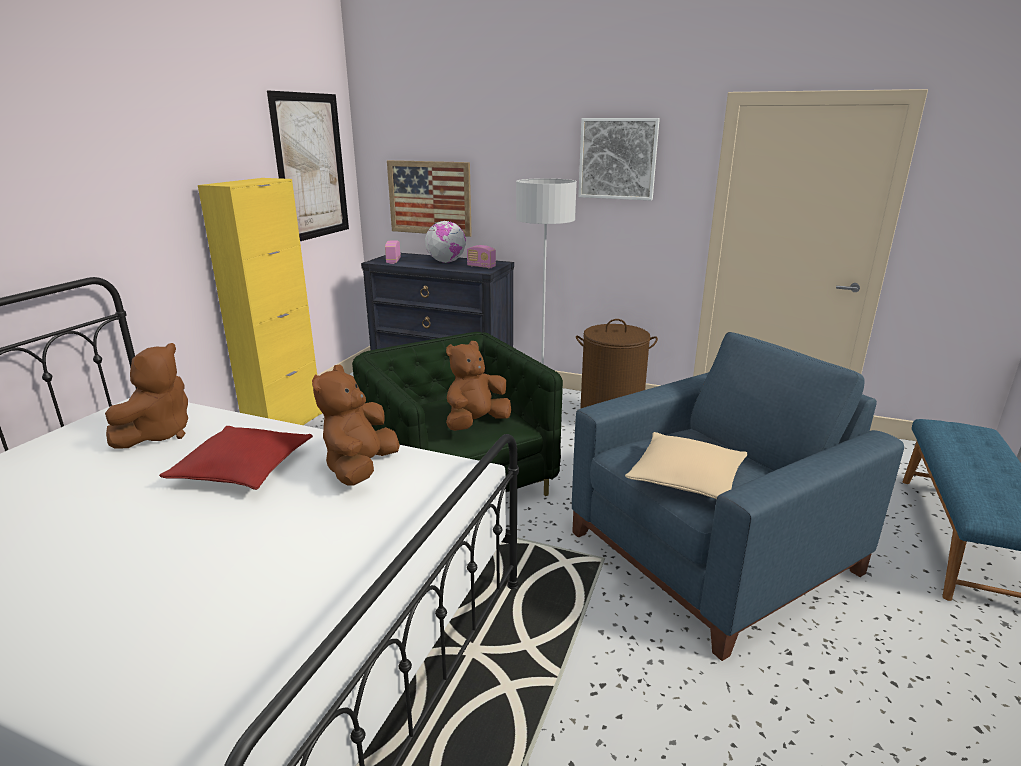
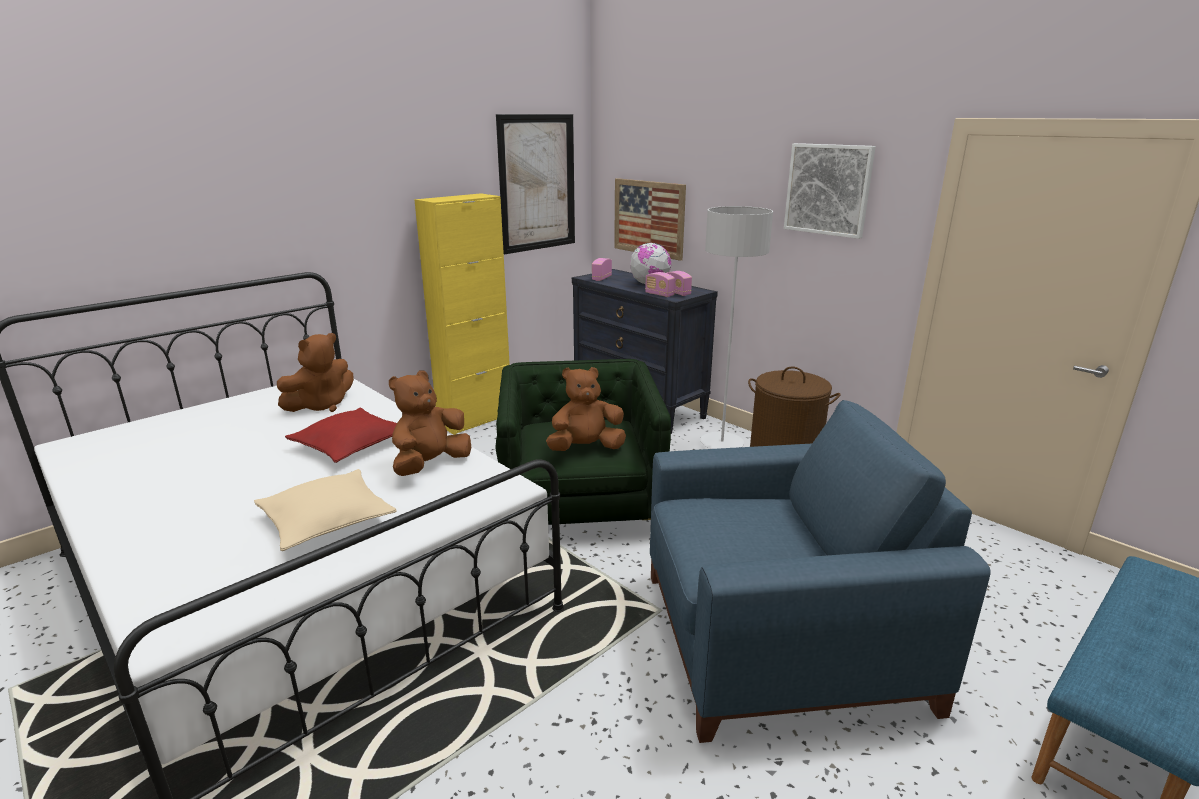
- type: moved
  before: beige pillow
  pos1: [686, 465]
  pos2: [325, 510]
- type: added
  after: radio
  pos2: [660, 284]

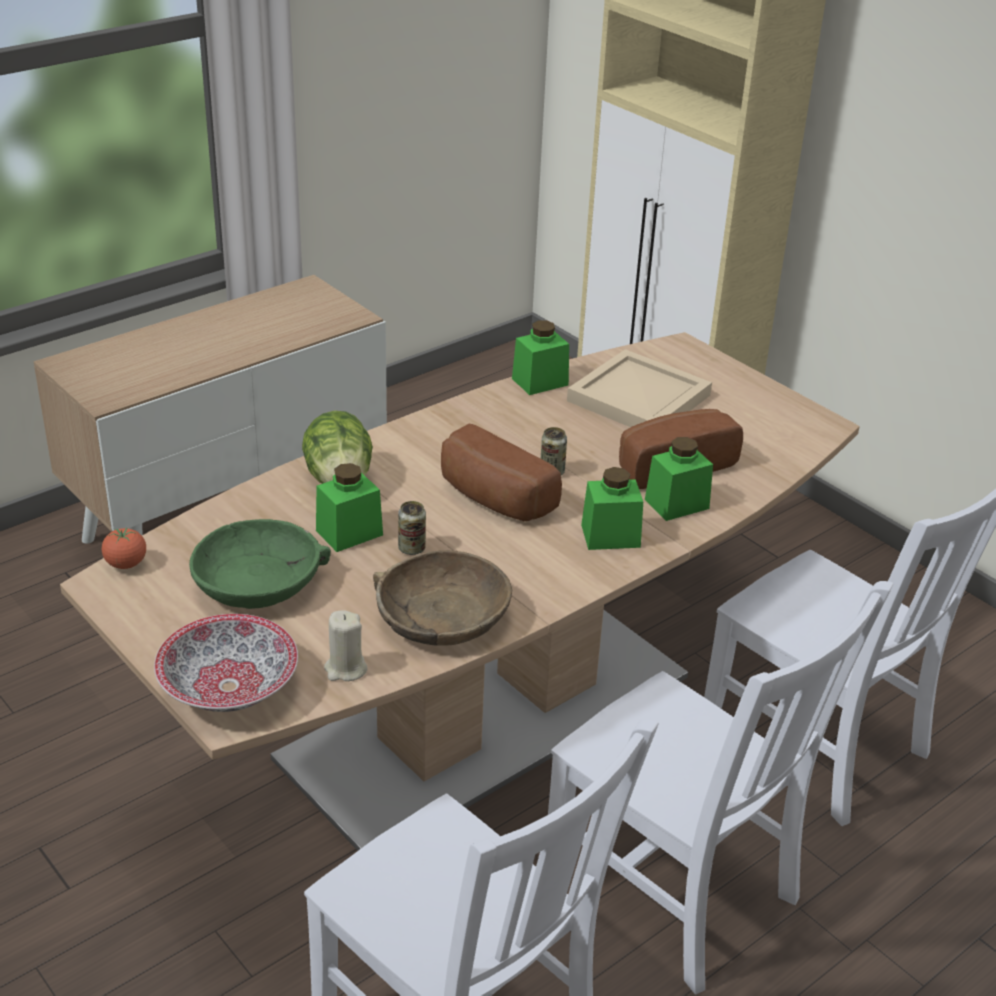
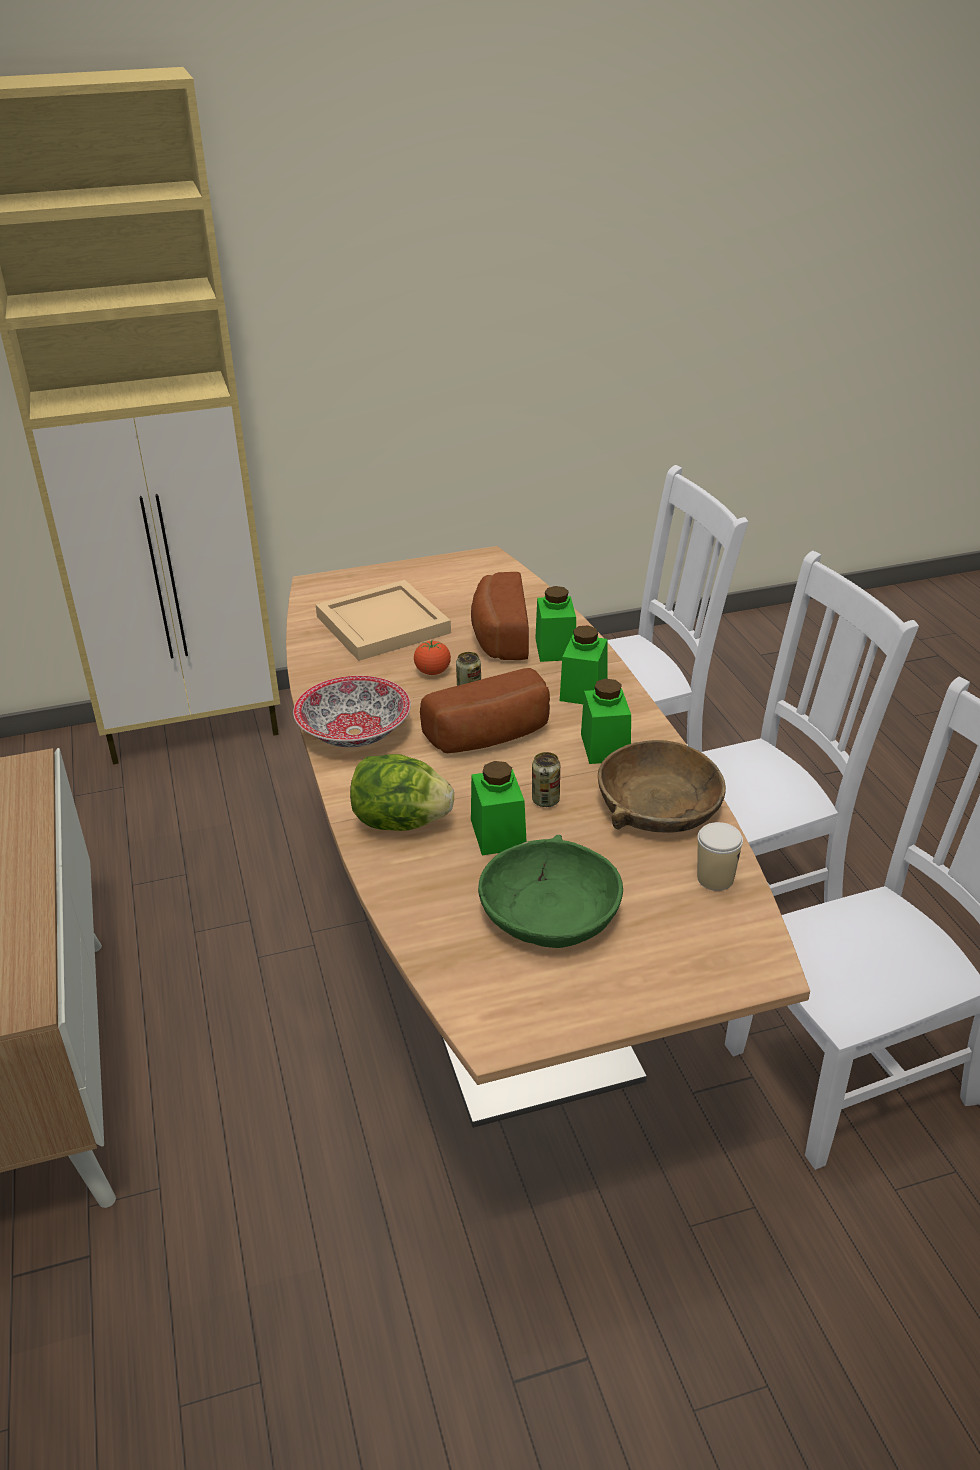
- type: moved
  before: bowl
  pos1: [226, 663]
  pos2: [352, 711]
- type: moved
  before: tomato
  pos1: [124, 548]
  pos2: [432, 657]
- type: moved
  before: green jar
  pos1: [540, 357]
  pos2: [606, 721]
- type: replaced
  before: beige candle
  after: cup
  pos1: [345, 645]
  pos2: [720, 856]

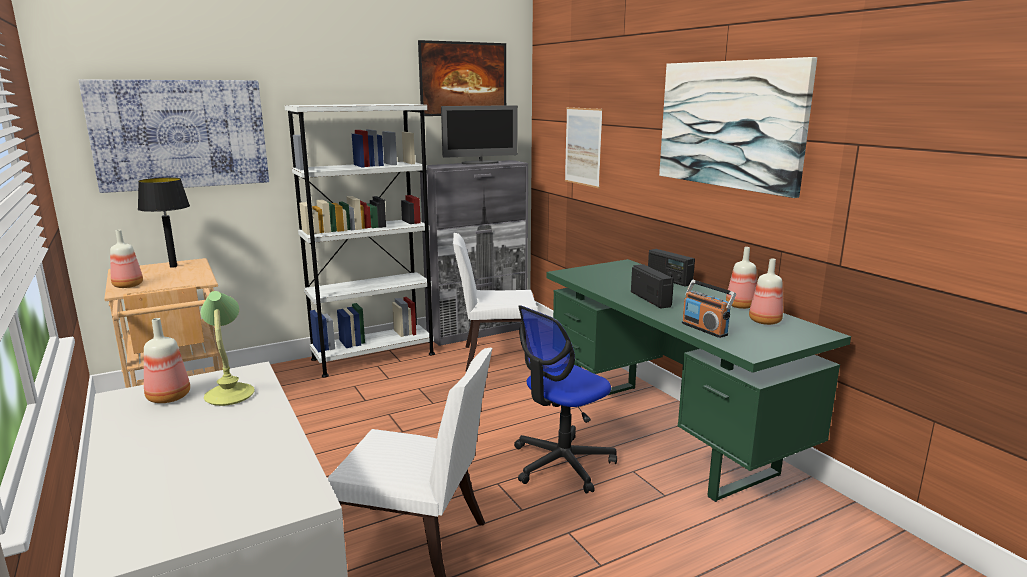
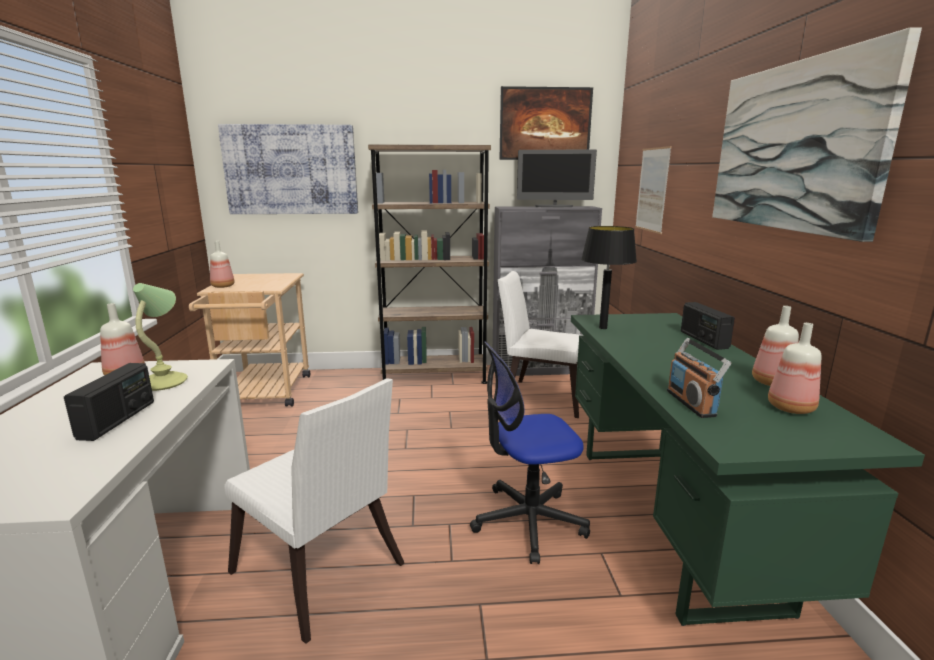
- type: moved
  before: radio
  pos1: [652, 286]
  pos2: [109, 402]
- type: recoloured
  before: white bookcase
  after: brown bookcase
  pos1: [359, 241]
  pos2: [429, 264]
- type: moved
  before: black table lamp
  pos1: [164, 222]
  pos2: [609, 277]

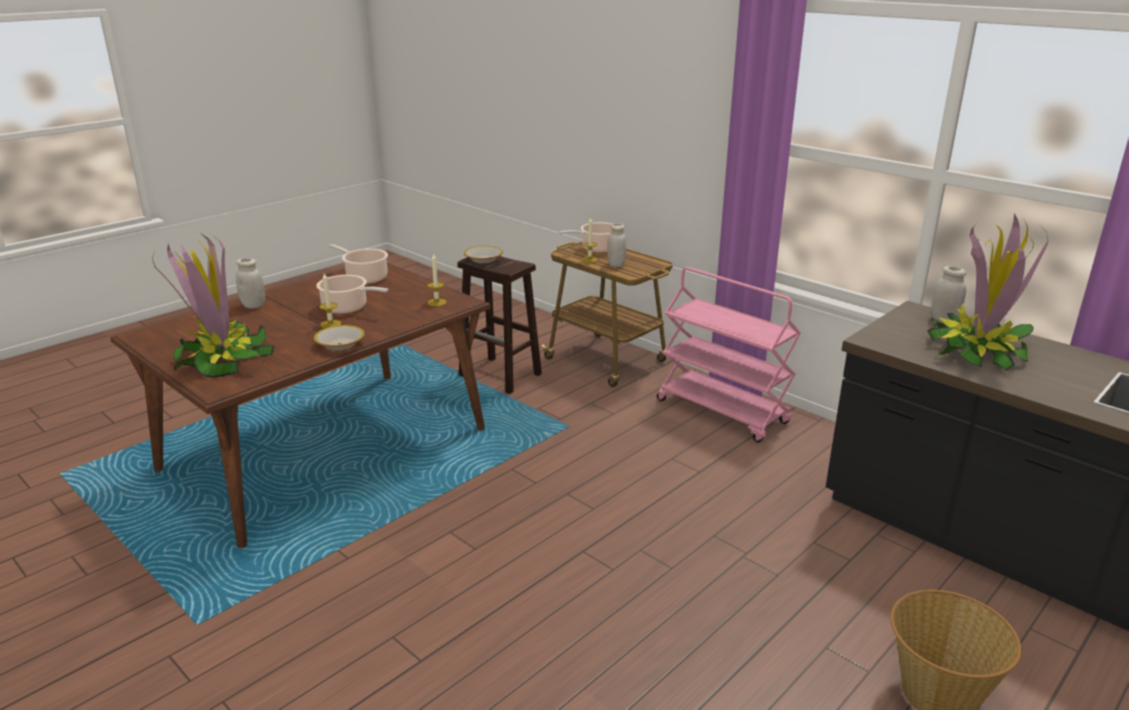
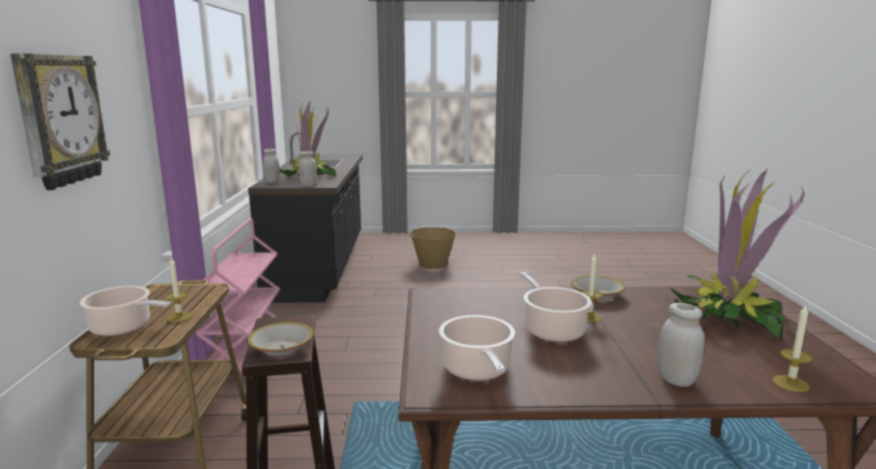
- type: added
  after: wall clock
  pos2: [60, 121]
- type: moved
  before: white jar
  pos1: [616, 245]
  pos2: [307, 168]
- type: moved
  before: candle
  pos1: [437, 279]
  pos2: [792, 348]

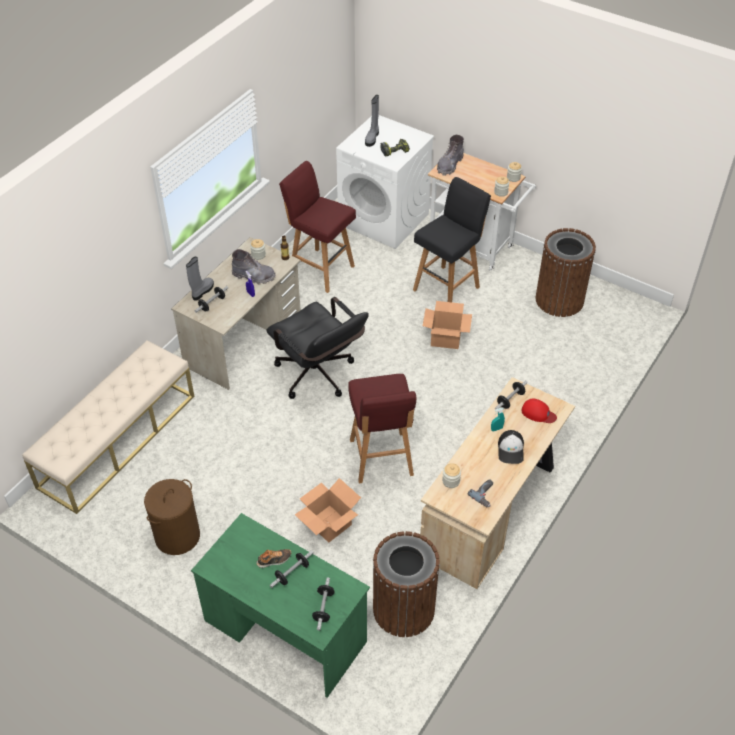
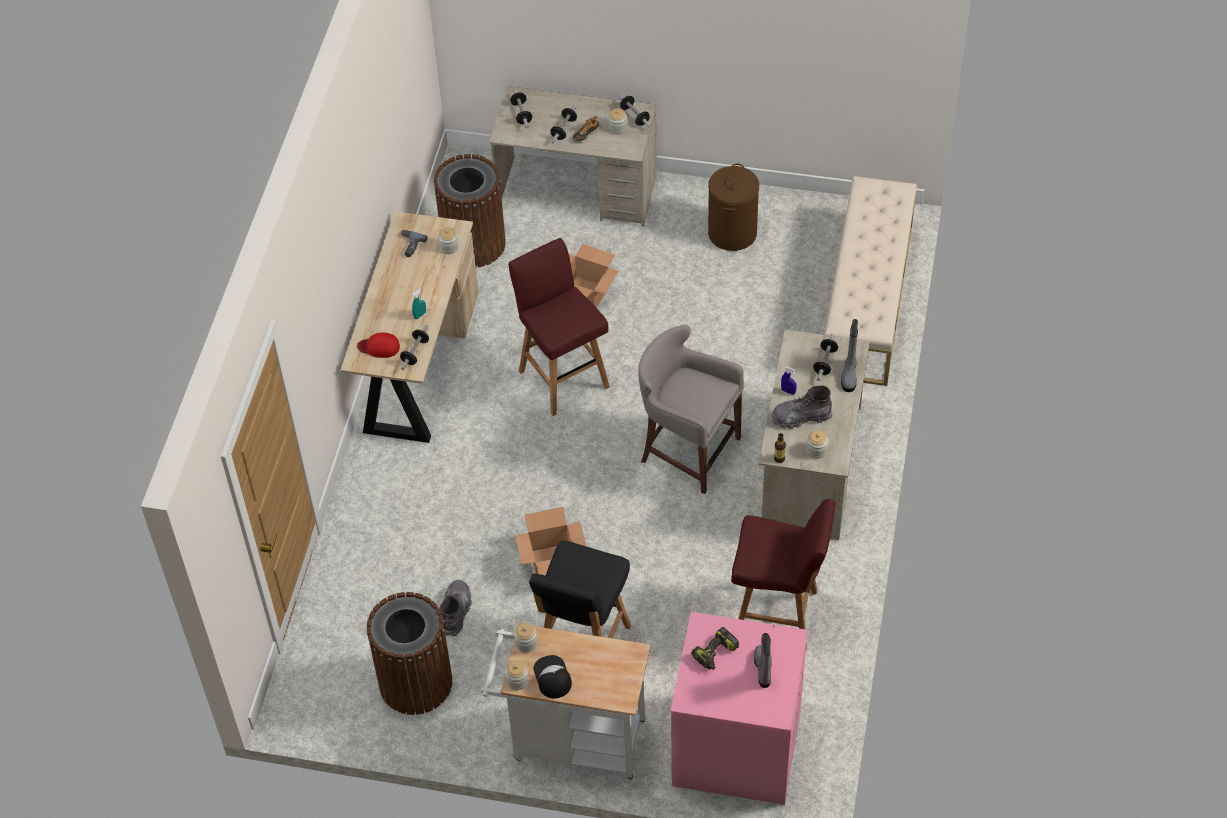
- type: moved
  before: grey boot
  pos1: [450, 155]
  pos2: [455, 608]
- type: recoloured
  before: green desk
  after: beige desk
  pos1: [280, 605]
  pos2: [573, 156]
- type: moved
  before: cap
  pos1: [511, 447]
  pos2: [552, 676]
- type: added
  after: jar
  pos2: [617, 121]
- type: added
  after: dumbbell
  pos2: [635, 111]
- type: replaced
  before: black office chair
  after: grey stool
  pos1: [317, 348]
  pos2: [691, 409]
- type: recoloured
  before: white washing machine
  after: pink washing machine
  pos1: [385, 182]
  pos2: [738, 708]

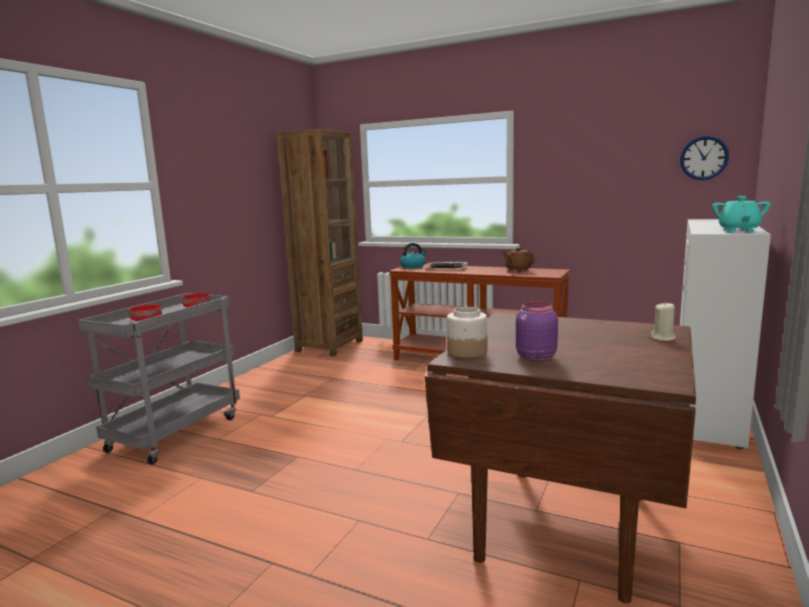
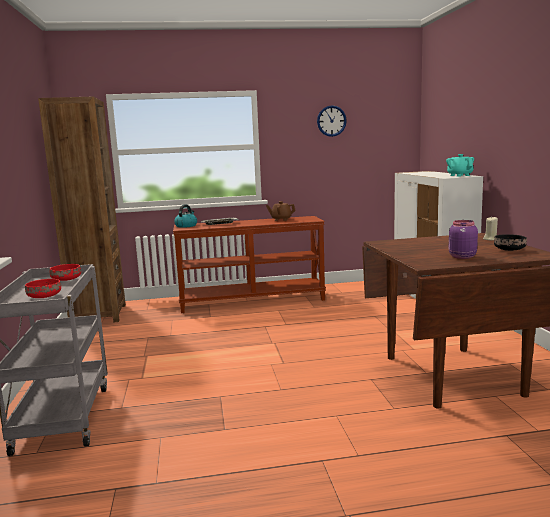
- type: moved
  before: wall clock
  pos1: [704, 158]
  pos2: [332, 121]
- type: added
  after: black bowl
  pos2: [510, 242]
- type: removed
  before: jar
  pos1: [467, 332]

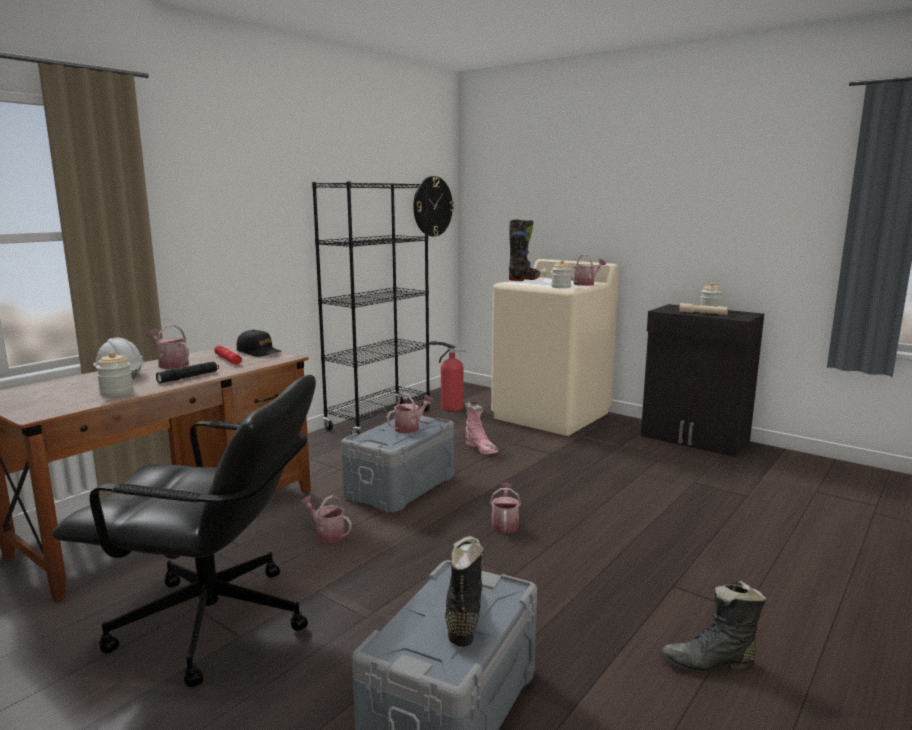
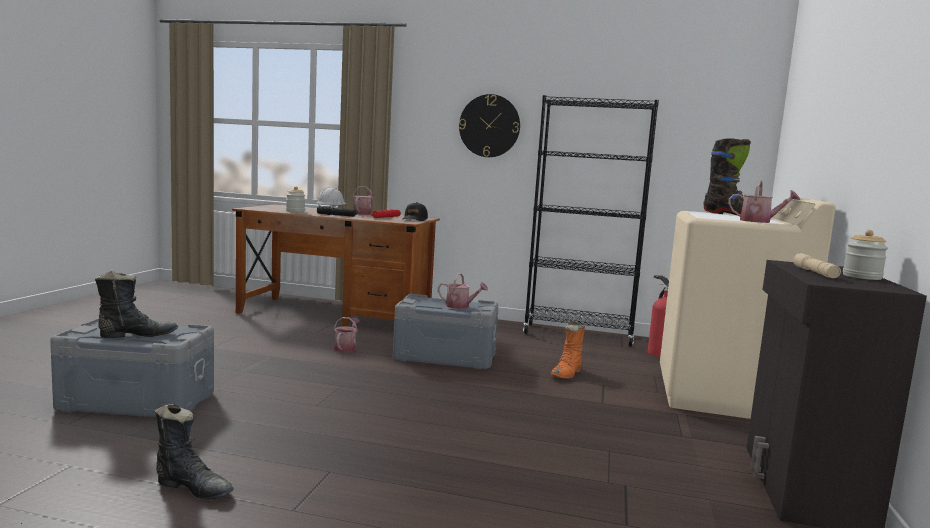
- type: turned
  before: black boot
  pos1: [713, 626]
  pos2: [194, 451]
  turn: 135
- type: moved
  before: wall clock
  pos1: [433, 206]
  pos2: [489, 125]
- type: recoloured
  before: pink boot
  after: orange boot
  pos1: [481, 427]
  pos2: [568, 349]
- type: removed
  before: black office chair
  pos1: [184, 531]
- type: removed
  before: watering can
  pos1: [505, 508]
- type: removed
  before: jar
  pos1: [561, 274]

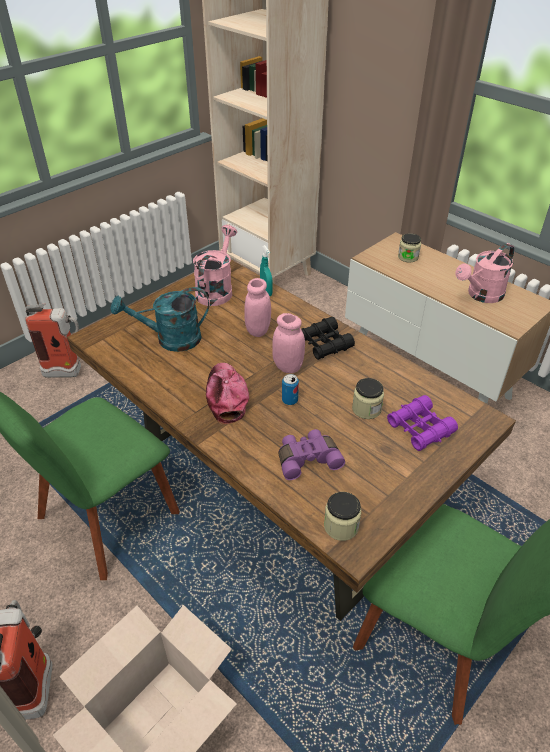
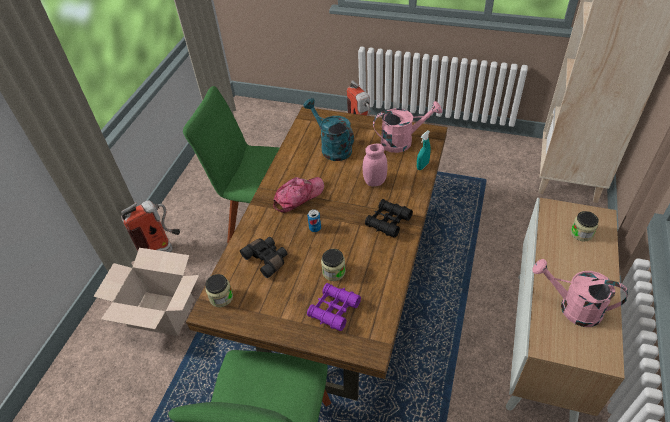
- type: recoloured
  before: purple binoculars
  after: black binoculars
  pos1: [311, 454]
  pos2: [264, 257]
- type: removed
  before: pink jar
  pos1: [288, 343]

